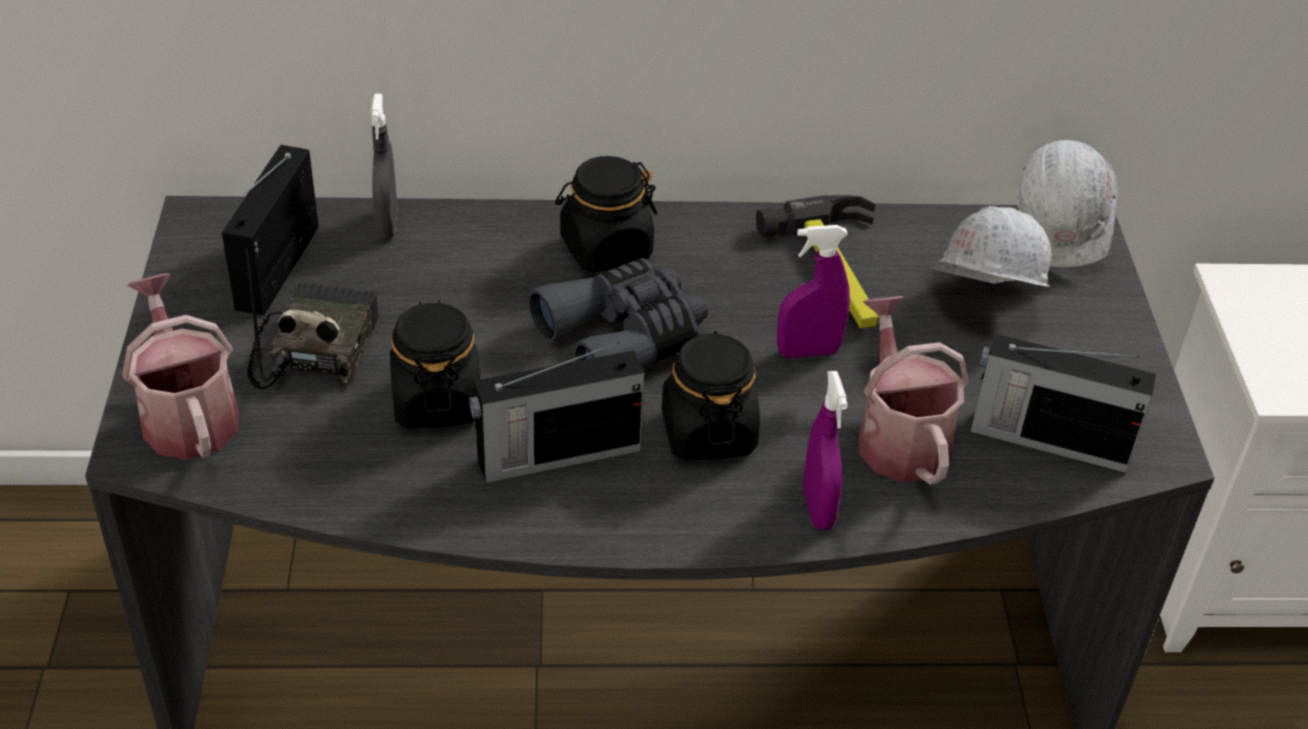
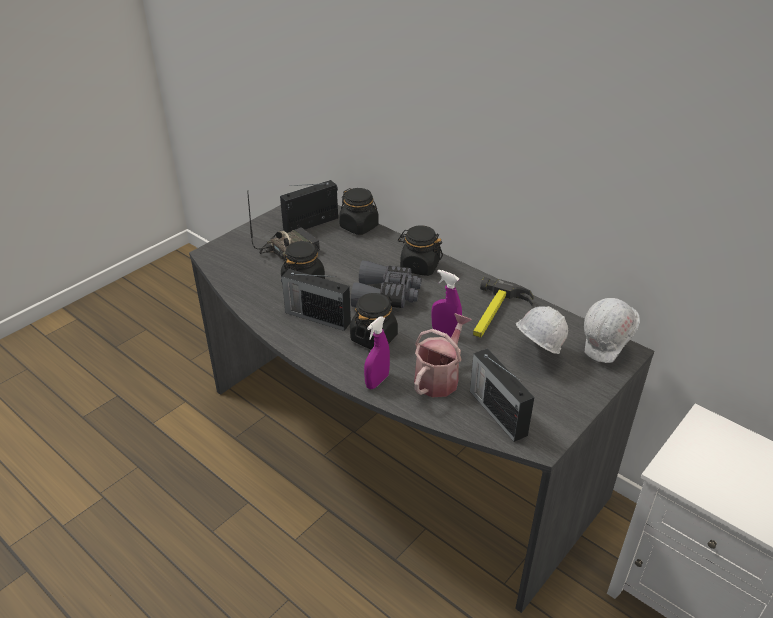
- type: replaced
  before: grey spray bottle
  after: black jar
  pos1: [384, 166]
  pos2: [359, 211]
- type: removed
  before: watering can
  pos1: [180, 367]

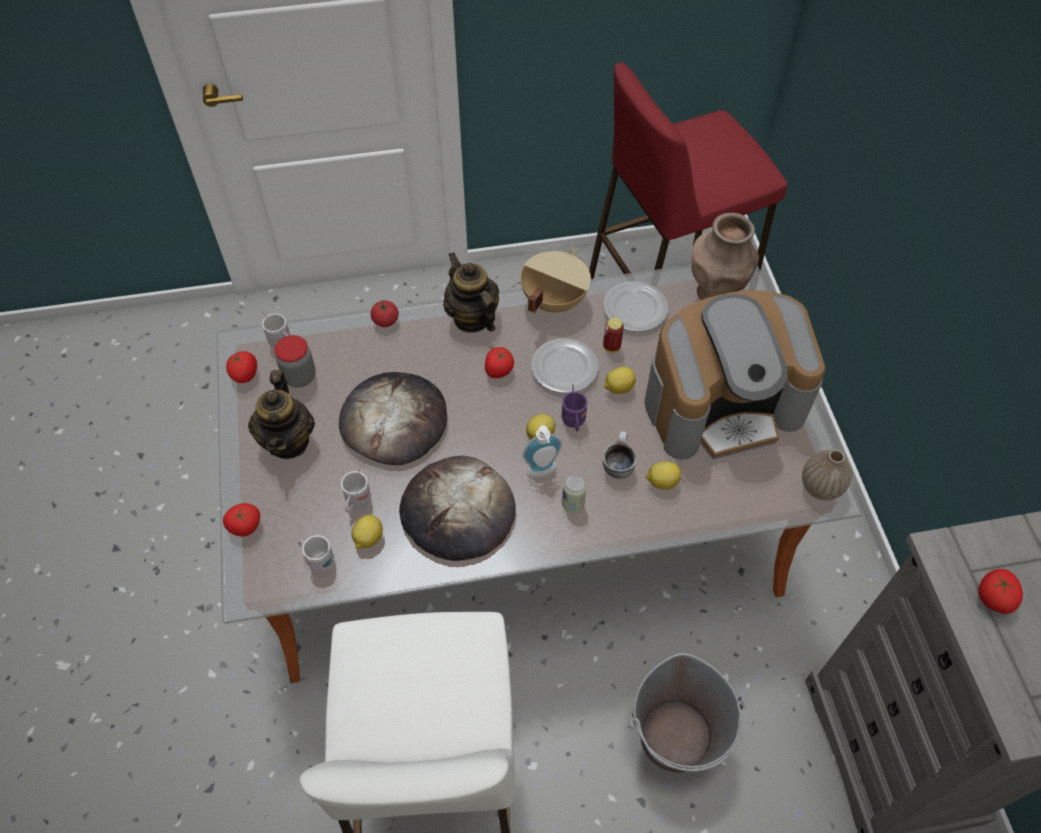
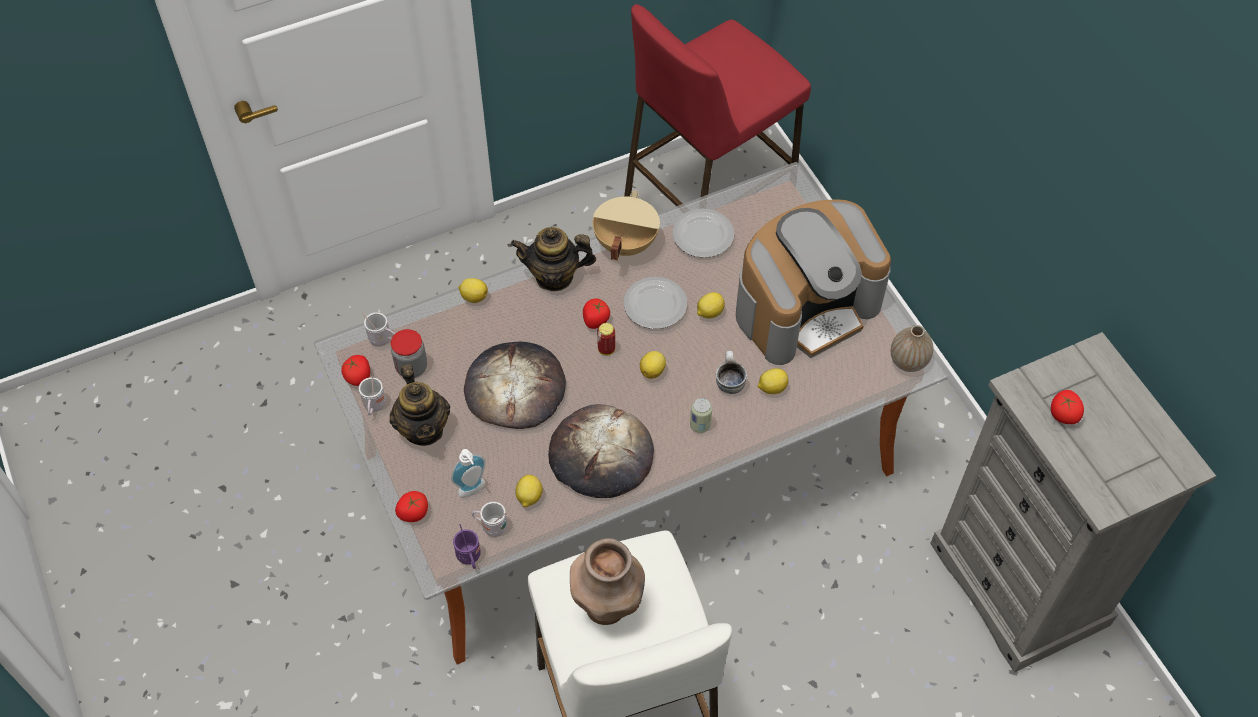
- type: moved
  before: white mug
  pos1: [356, 488]
  pos2: [372, 393]
- type: moved
  before: soap dispenser
  pos1: [542, 451]
  pos2: [468, 473]
- type: moved
  before: purple mug
  pos1: [574, 408]
  pos2: [467, 546]
- type: replaced
  before: tomato
  after: lemon
  pos1: [385, 313]
  pos2: [473, 290]
- type: turned
  before: teapot
  pos1: [471, 292]
  pos2: [553, 259]
  turn: -45
- type: moved
  before: brown vase
  pos1: [725, 256]
  pos2: [607, 581]
- type: moved
  before: can
  pos1: [613, 335]
  pos2: [606, 339]
- type: removed
  before: grey bucket
  pos1: [688, 713]

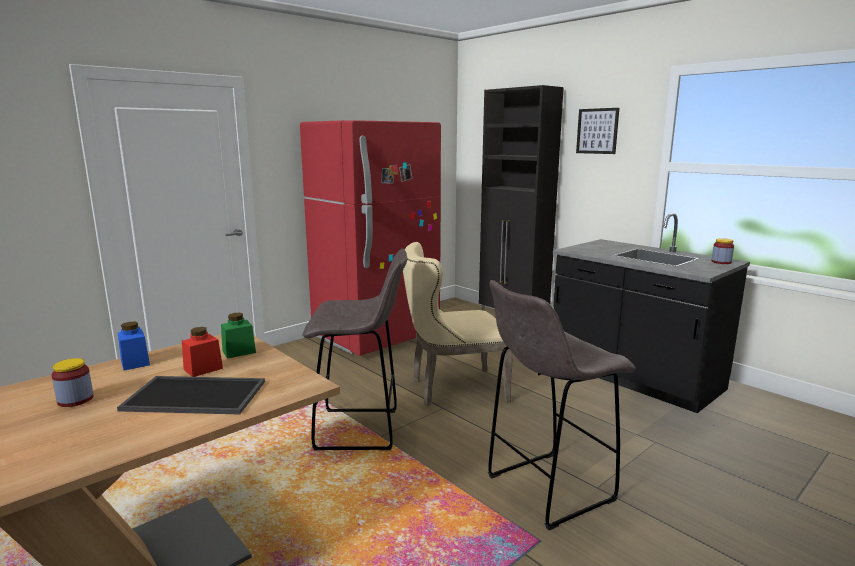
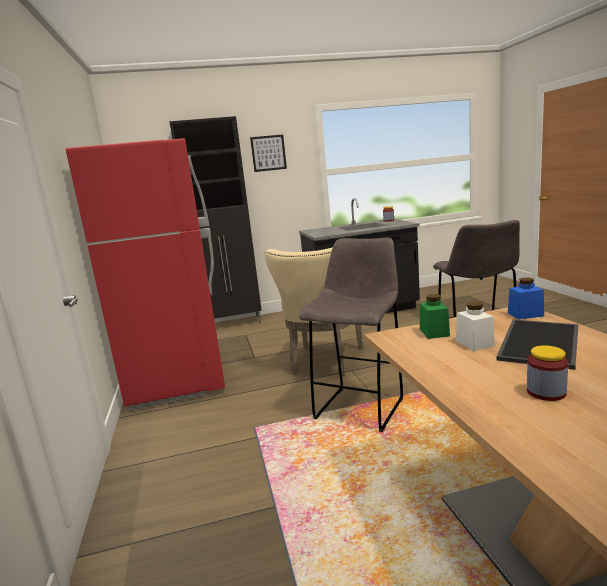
- type: recoloured
  before: red jar
  after: white jar
  pos1: [202, 352]
  pos2: [475, 326]
- type: moved
  before: blue jar
  pos1: [134, 346]
  pos2: [526, 299]

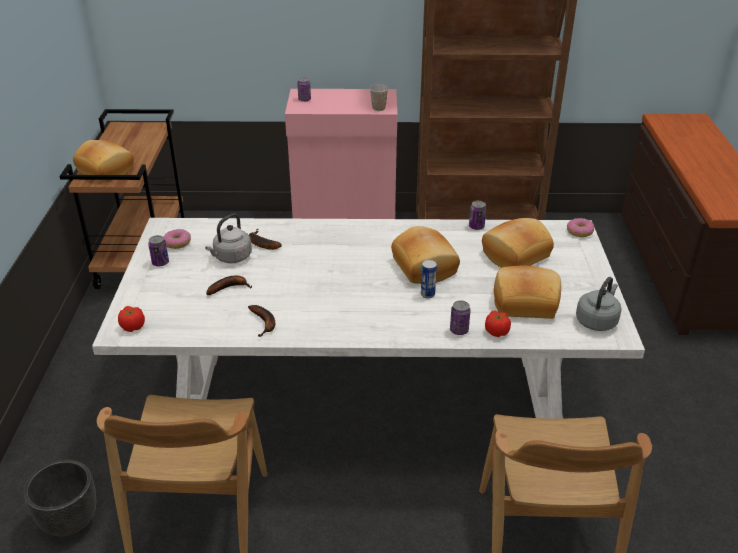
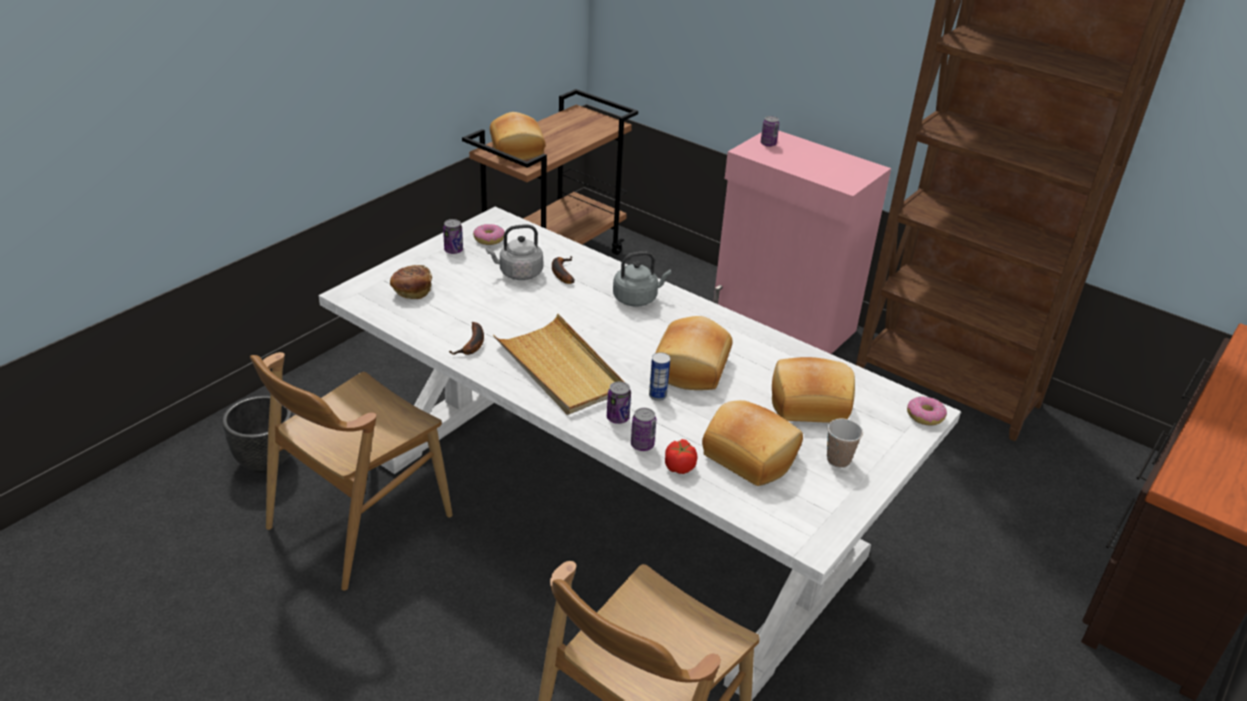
- type: added
  after: bread
  pos2: [411, 282]
- type: added
  after: beige tray
  pos2: [558, 364]
- type: moved
  before: can
  pos1: [477, 215]
  pos2: [619, 402]
- type: moved
  before: grey kettle
  pos1: [599, 304]
  pos2: [642, 279]
- type: moved
  before: cup
  pos1: [379, 97]
  pos2: [845, 443]
- type: removed
  before: tomato
  pos1: [131, 319]
- type: removed
  before: banana
  pos1: [229, 285]

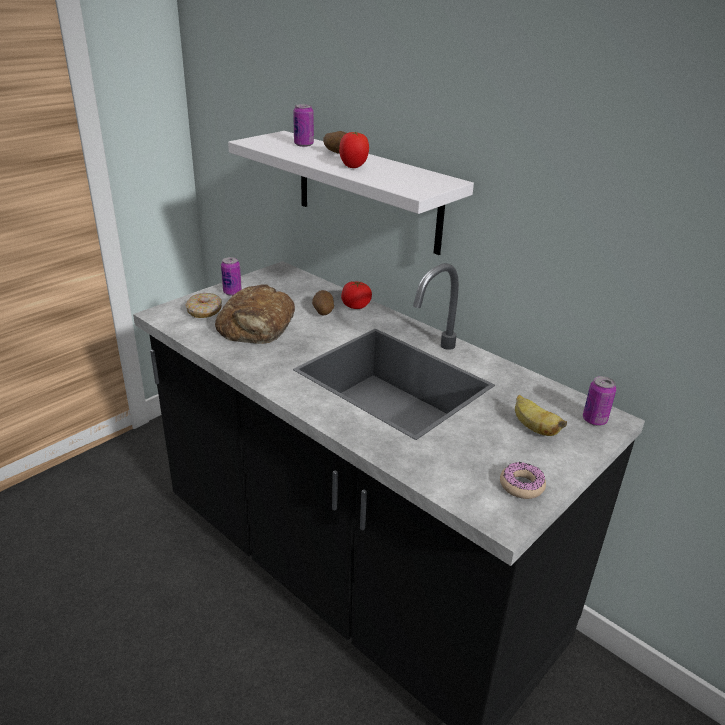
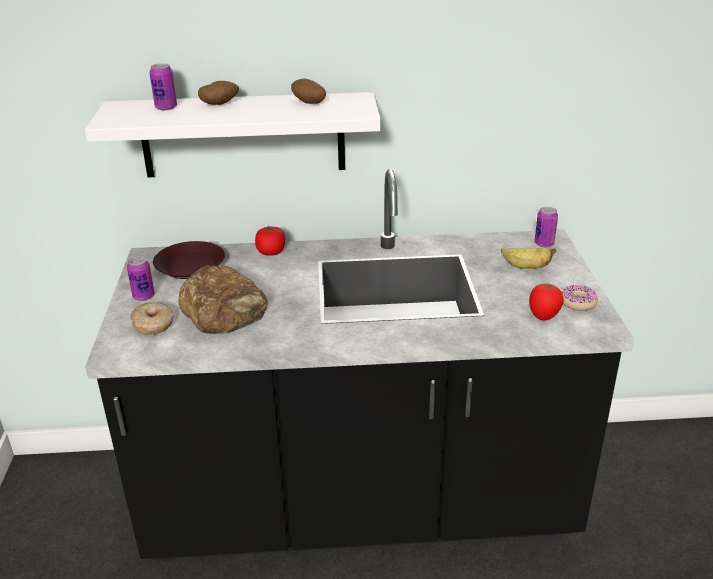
- type: added
  after: brown plate
  pos2: [189, 260]
- type: moved
  before: potato
  pos1: [323, 303]
  pos2: [308, 91]
- type: moved
  before: tomato
  pos1: [354, 150]
  pos2: [546, 302]

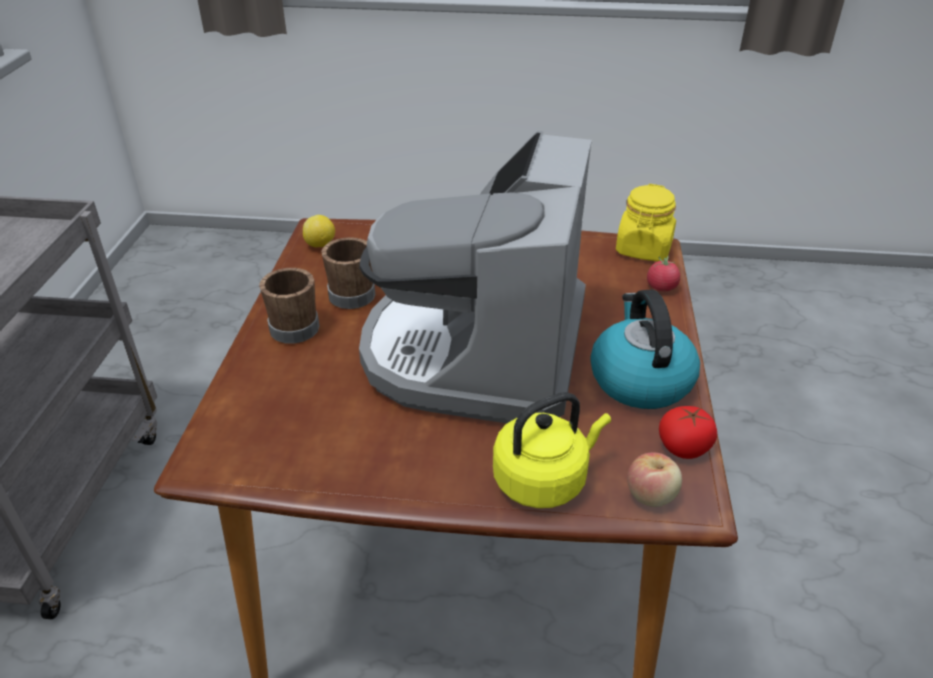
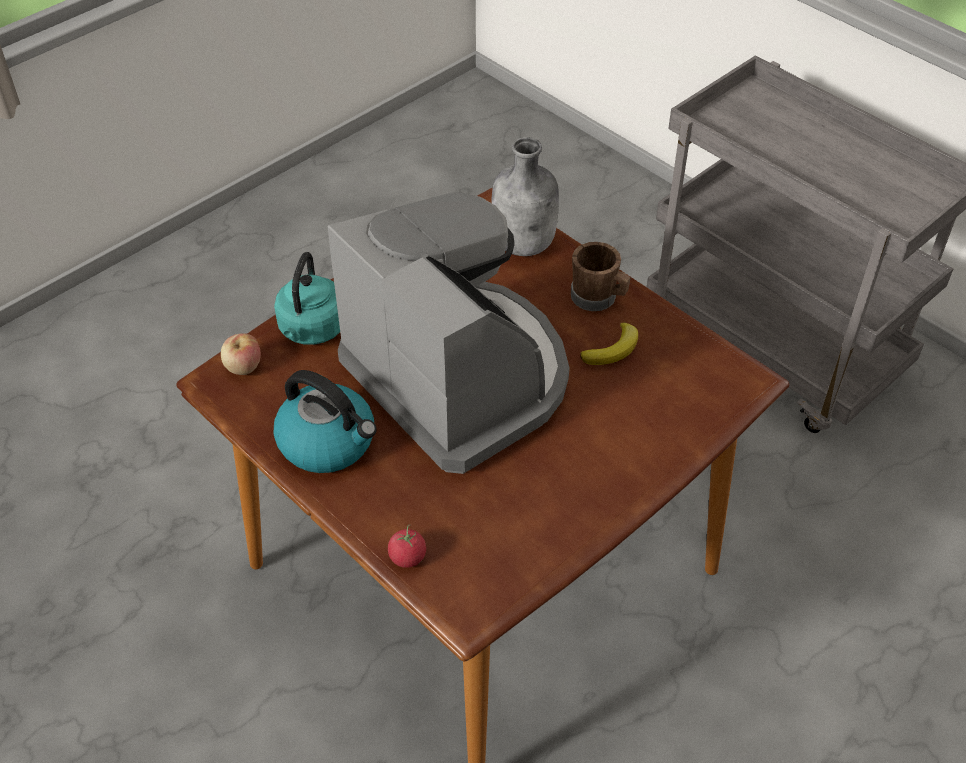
- type: recoloured
  before: yellow kettle
  after: turquoise kettle
  pos1: [552, 450]
  pos2: [307, 298]
- type: added
  after: grey bottle
  pos2: [525, 196]
- type: replaced
  before: brown mug
  after: banana
  pos1: [348, 273]
  pos2: [609, 343]
- type: removed
  before: lemon
  pos1: [319, 231]
- type: removed
  before: yellow jar
  pos1: [646, 222]
- type: removed
  before: tomato
  pos1: [688, 432]

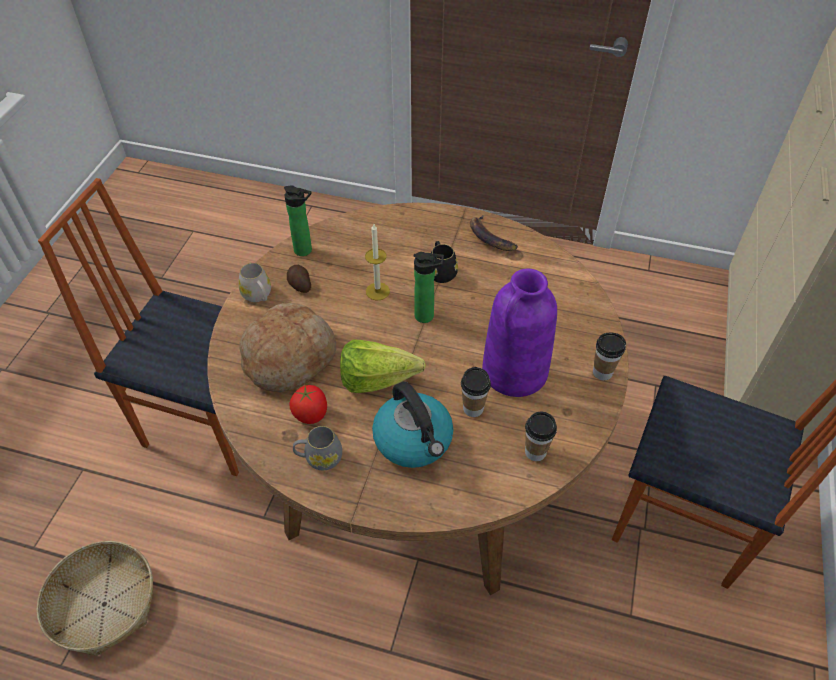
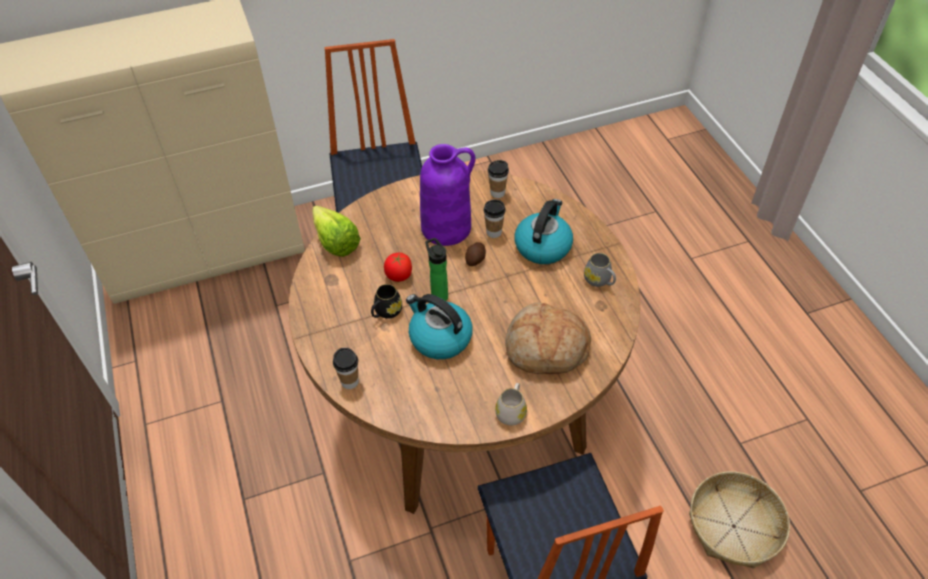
- type: moved
  before: lettuce
  pos1: [383, 366]
  pos2: [336, 231]
- type: moved
  before: cup
  pos1: [609, 356]
  pos2: [346, 368]
- type: moved
  before: tomato
  pos1: [308, 404]
  pos2: [398, 267]
- type: replaced
  before: candle
  after: kettle
  pos1: [377, 262]
  pos2: [439, 326]
- type: moved
  before: potato
  pos1: [299, 279]
  pos2: [475, 254]
- type: removed
  before: bottle
  pos1: [298, 220]
- type: removed
  before: banana
  pos1: [494, 233]

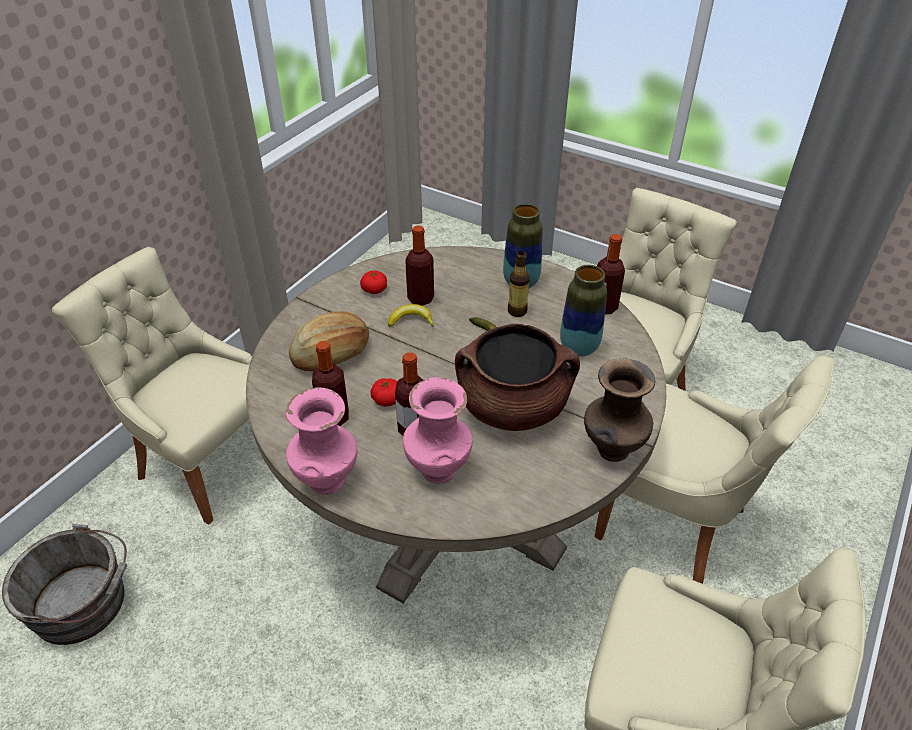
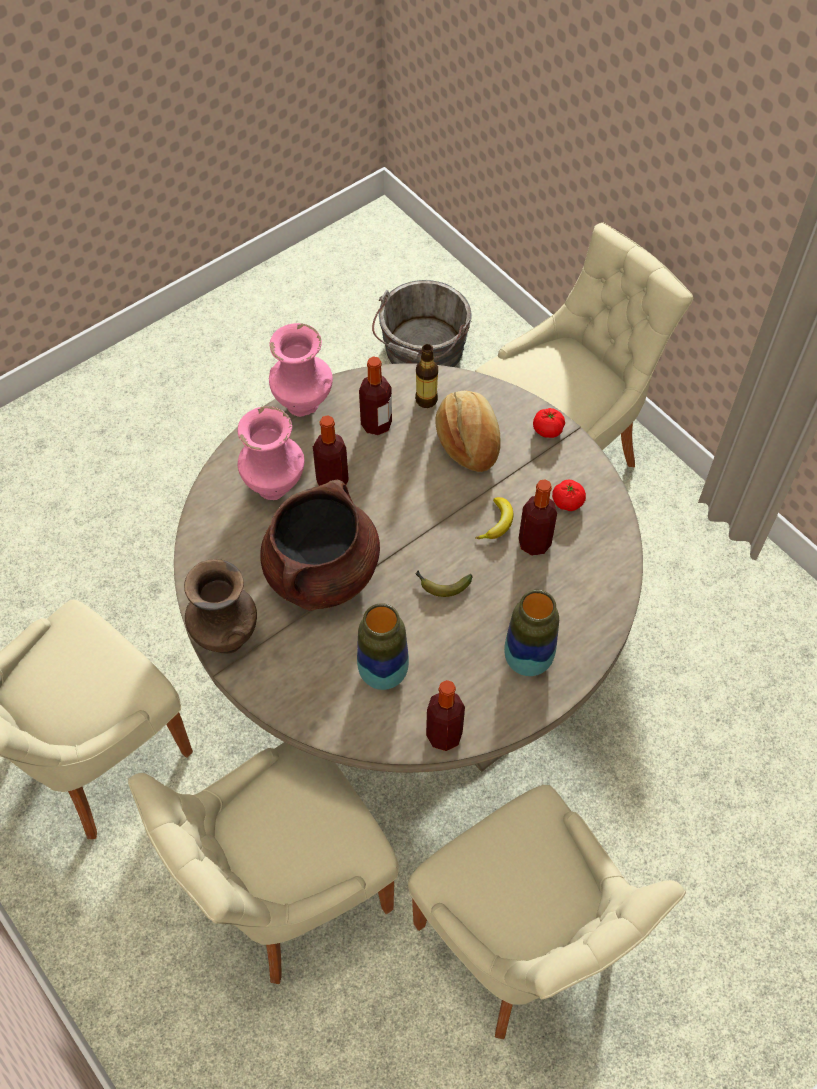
- type: moved
  before: bottle
  pos1: [519, 284]
  pos2: [426, 376]
- type: moved
  before: tomato
  pos1: [384, 392]
  pos2: [549, 423]

